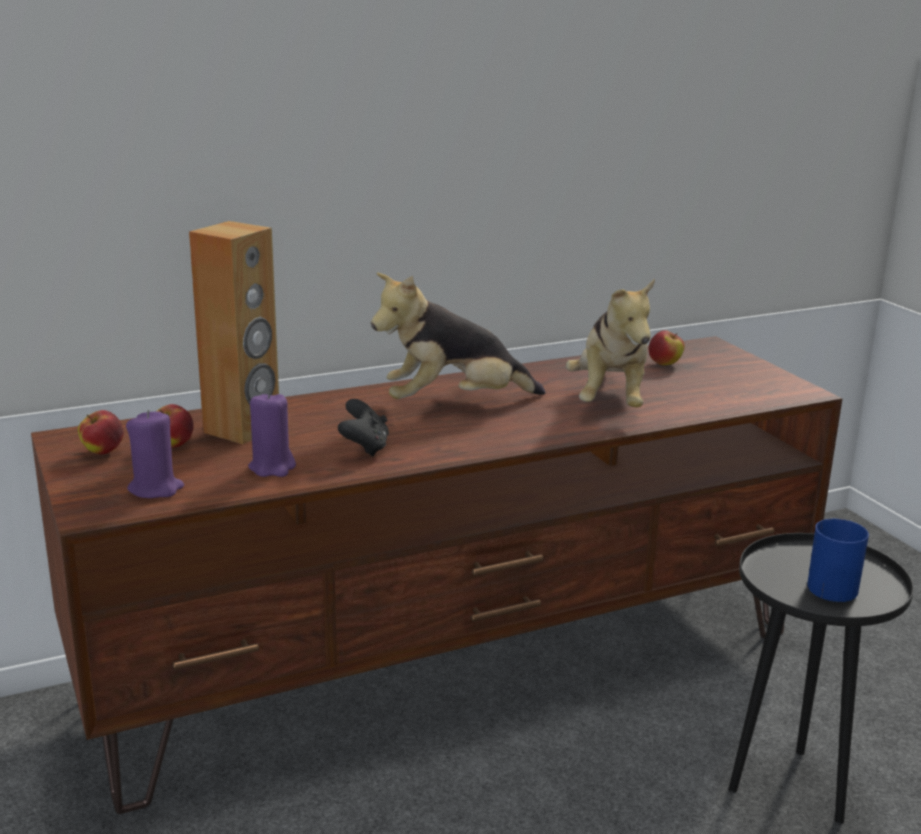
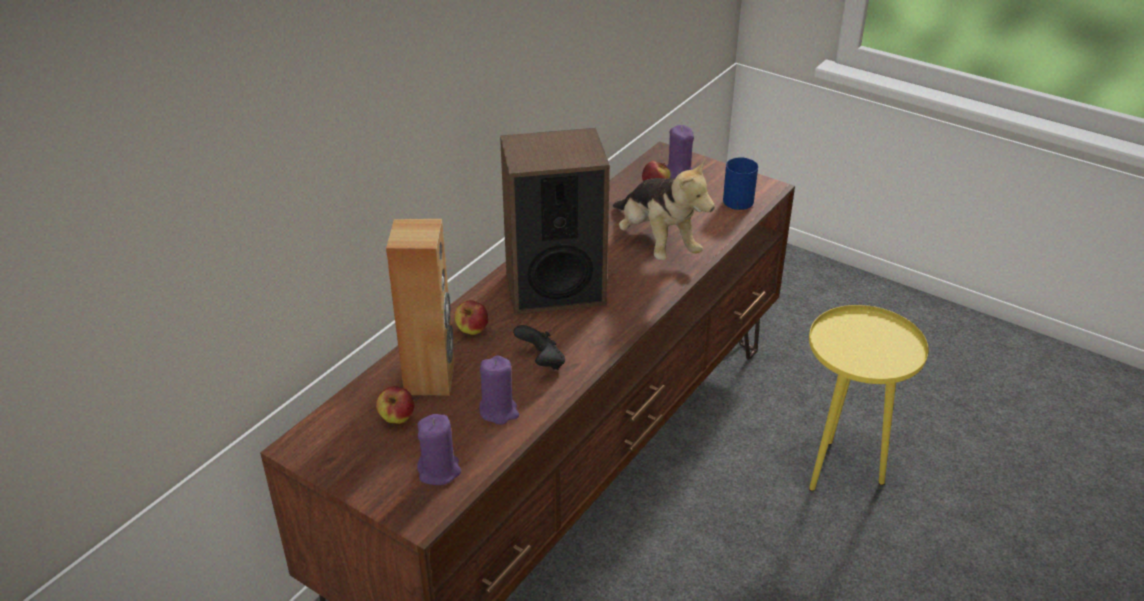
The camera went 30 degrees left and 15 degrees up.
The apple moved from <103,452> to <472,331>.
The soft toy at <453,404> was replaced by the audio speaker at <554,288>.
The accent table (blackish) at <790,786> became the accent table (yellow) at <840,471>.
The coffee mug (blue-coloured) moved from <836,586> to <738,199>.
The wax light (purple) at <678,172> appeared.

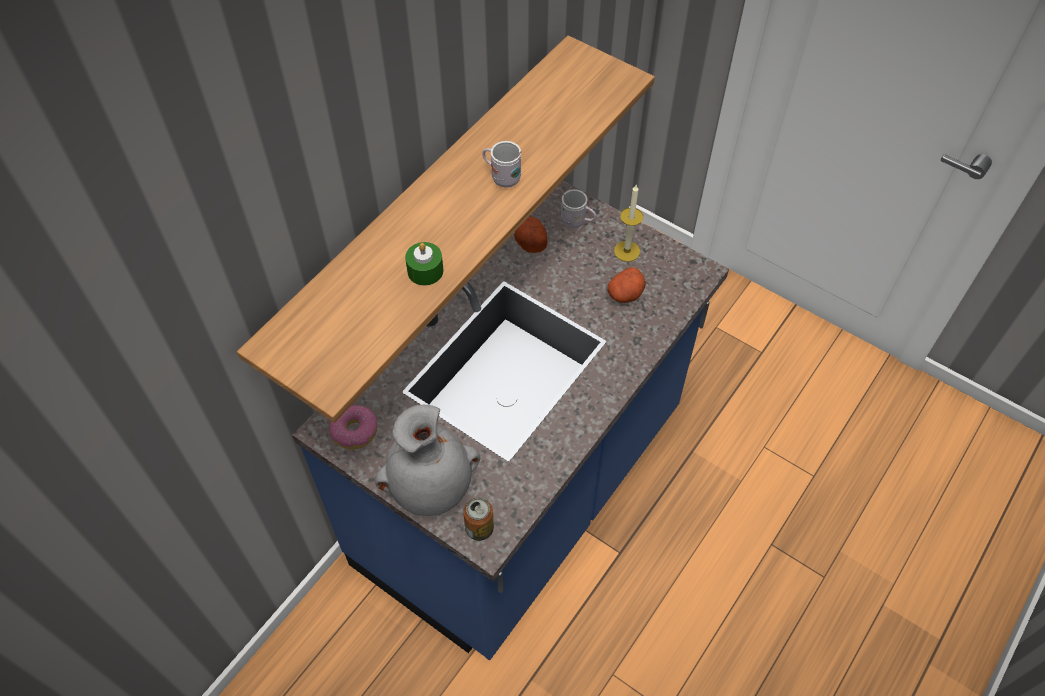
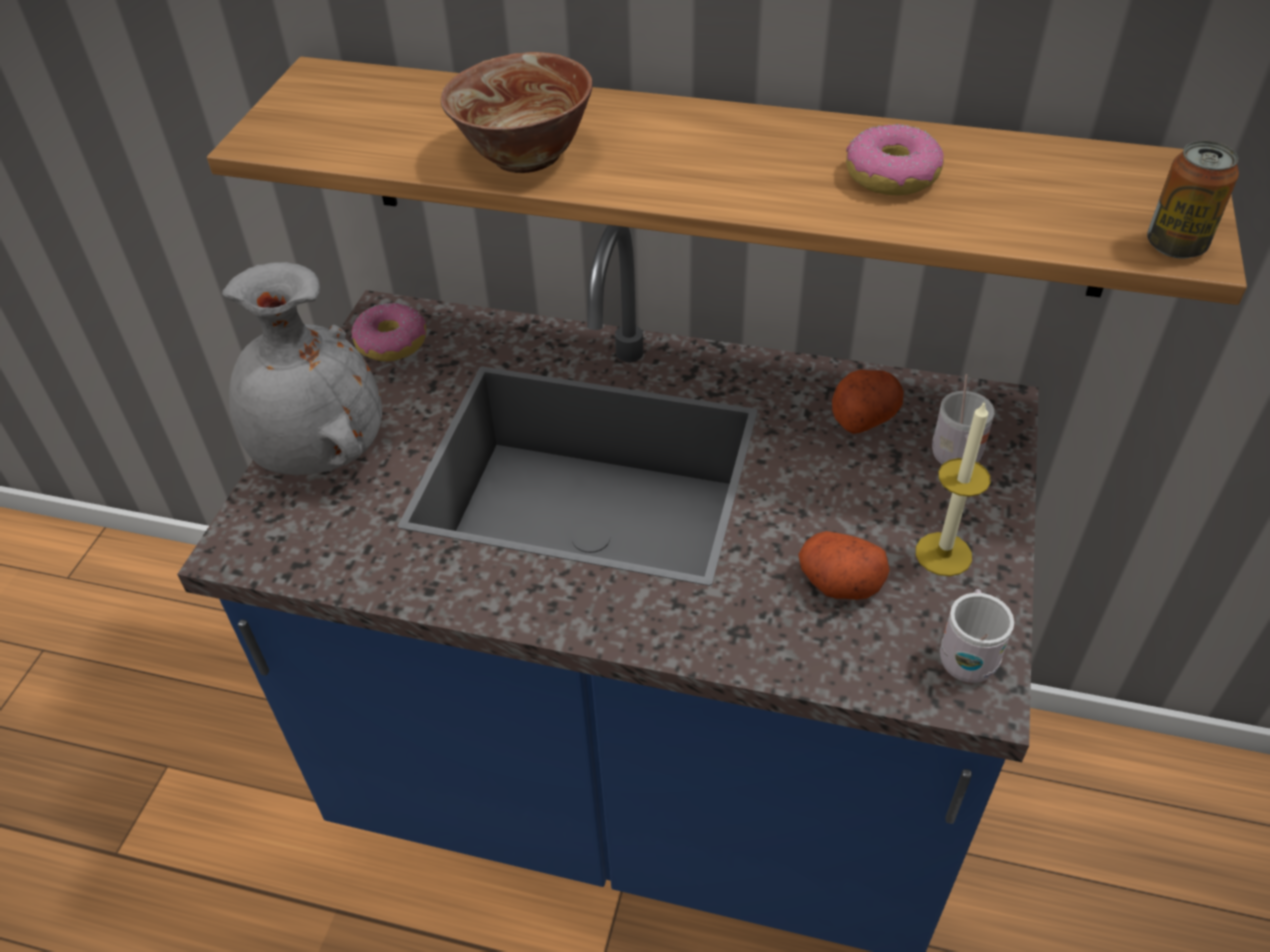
The camera went 70 degrees right and 10 degrees down.
The wax light (greenish) at <425,271> was replaced by the serving bowl at <524,156>.
The sealed can moved from <479,528> to <1175,245>.
The coffee mug (whitish) moved from <502,177> to <967,655>.
The ring doughnut at <892,176> appeared.

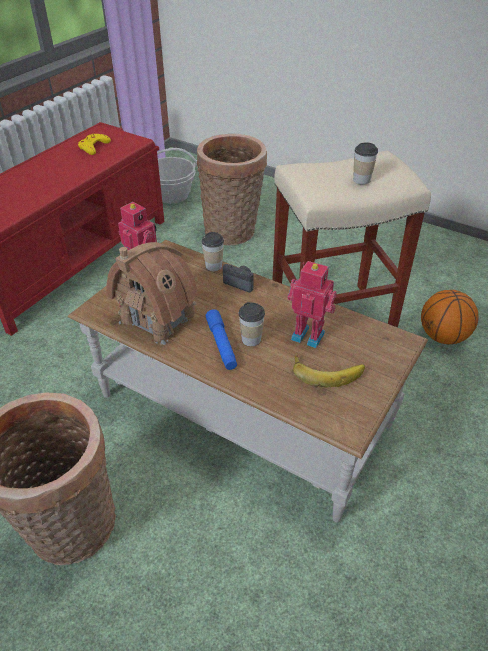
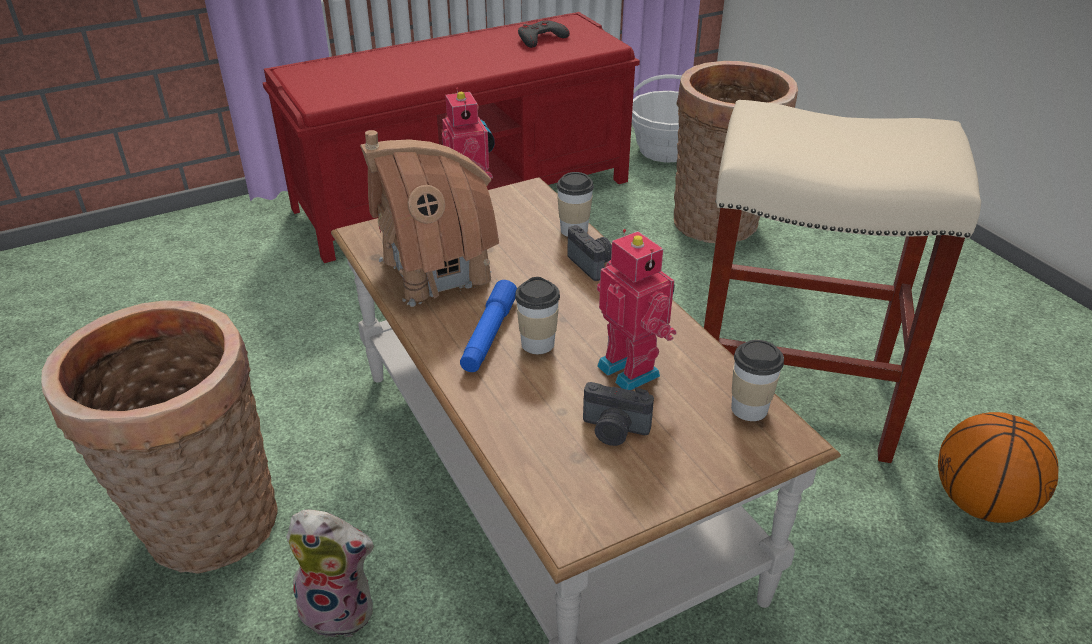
The camera went 30 degrees right and 5 degrees down.
The gamepad (yellow) at <93,147> became the gamepad (greyish) at <541,39>.
The banana fruit at <327,370> was replaced by the still camera at <614,430>.
The drinking cup moved from <361,180> to <749,409>.
The soft toy at <341,608> appeared.

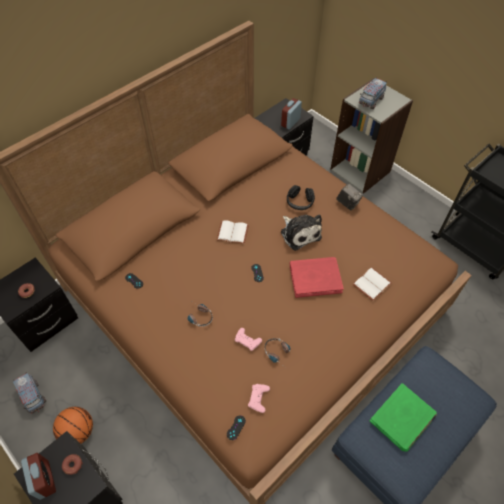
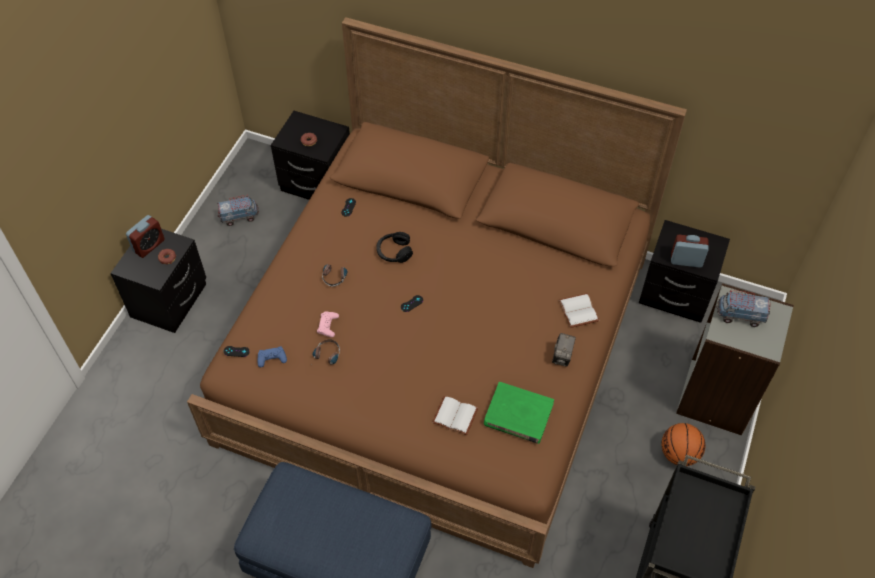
The camera went 65 degrees right and 0 degrees up.
The toy truck at <33,396> turned 135 degrees counterclockwise.
The basketball moved from <78,431> to <679,454>.
The bound book (whitish) moved from <233,232> to <579,311>.
The gamepad (pink) at <258,398> became the gamepad (blue-coloured) at <272,358>.
The soft toy at <299,233> disappeared.
The headset (blackish) moved from <299,202> to <394,252>.
The bound book (red-coloured) at <315,278> disappeared.
The bound book (greenish) moved from <402,418> to <518,415>.

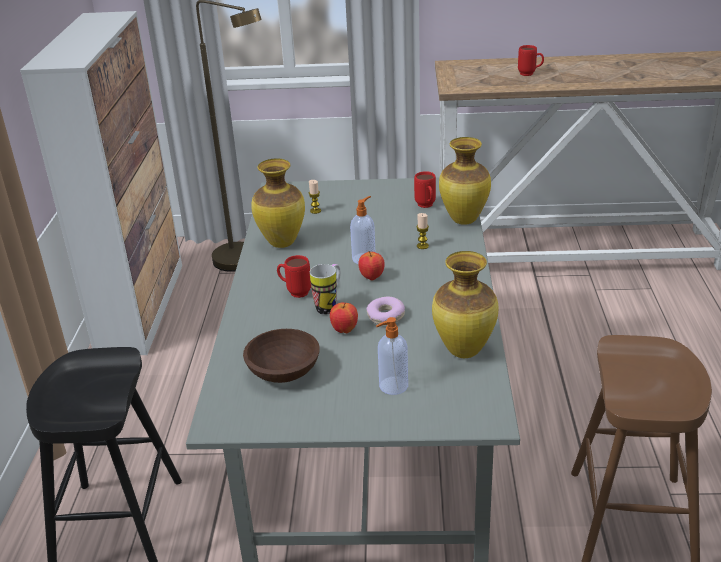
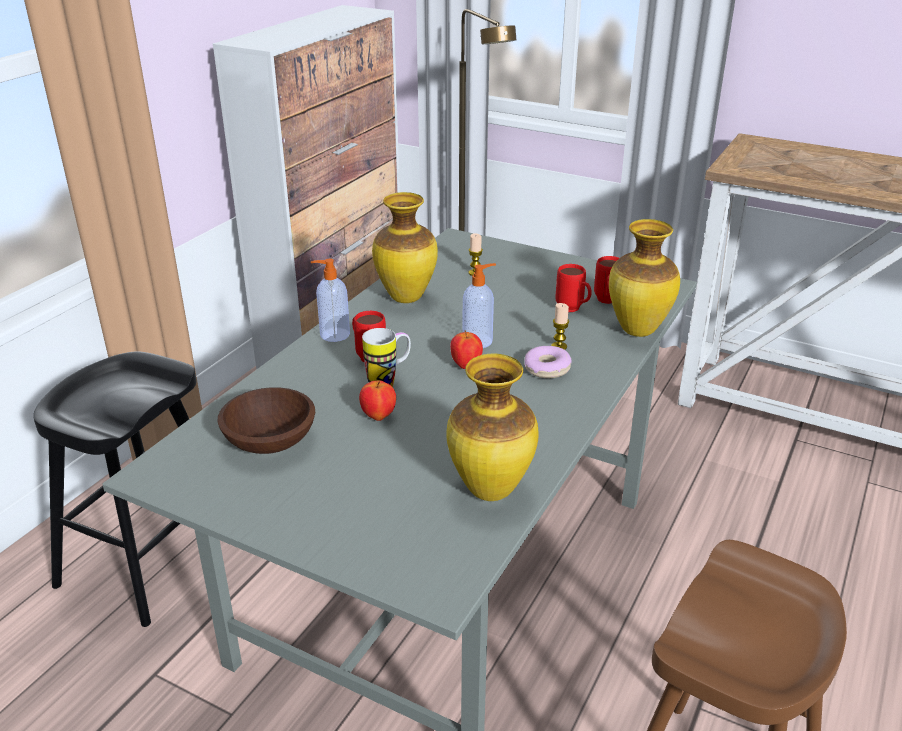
The camera went 25 degrees right and 0 degrees up.
The ring doughnut moved from <385,316> to <547,369>.
The liquid soap bottle moved from <392,386> to <333,335>.
The coffee mug (red-coloured) moved from <530,74> to <573,310>.

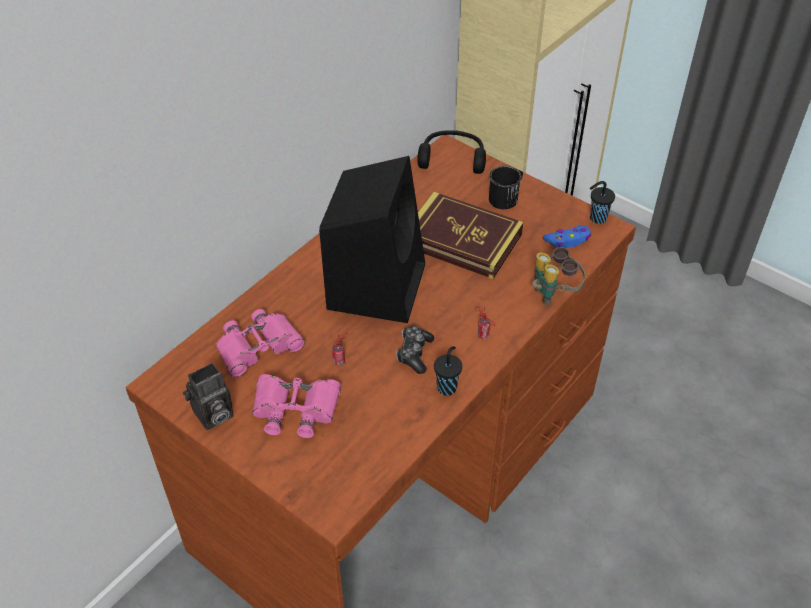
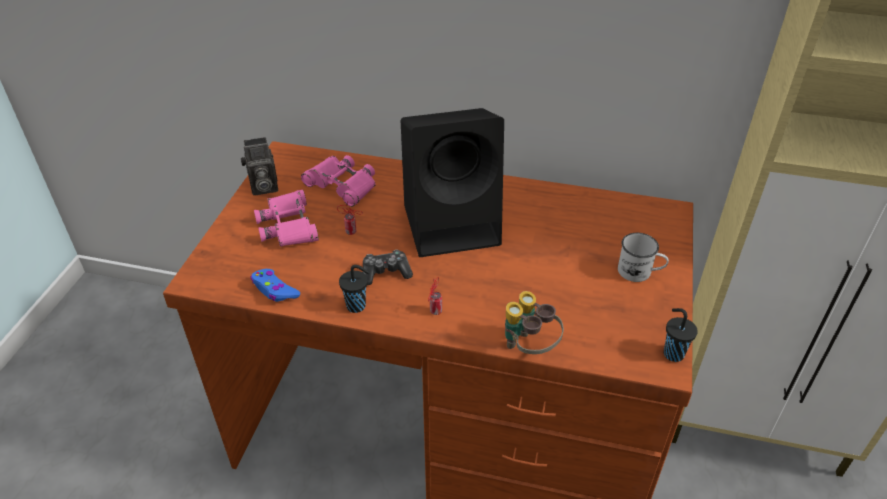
The camera went 65 degrees right and 5 degrees down.
The still camera at <212,416> turned 45 degrees counterclockwise.
The headset (blackish) at <452,158> disappeared.
The bound book at <462,240> disappeared.
The coffee mug (blackish) at <506,197> became the coffee mug (whitish) at <639,272>.
The gamepad (blue-coloured) moved from <568,240> to <274,290>.

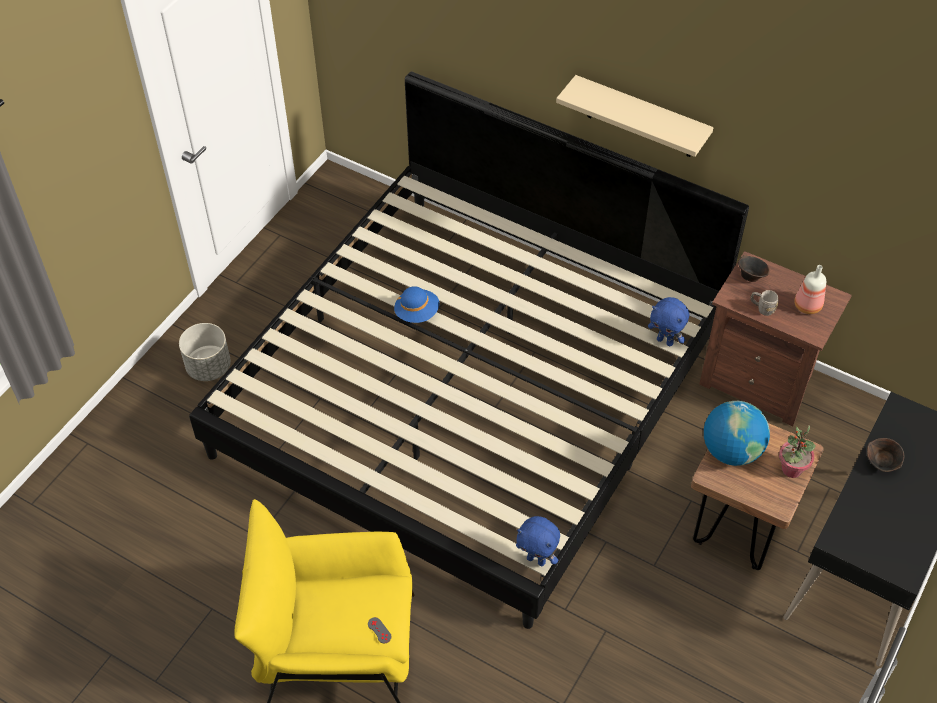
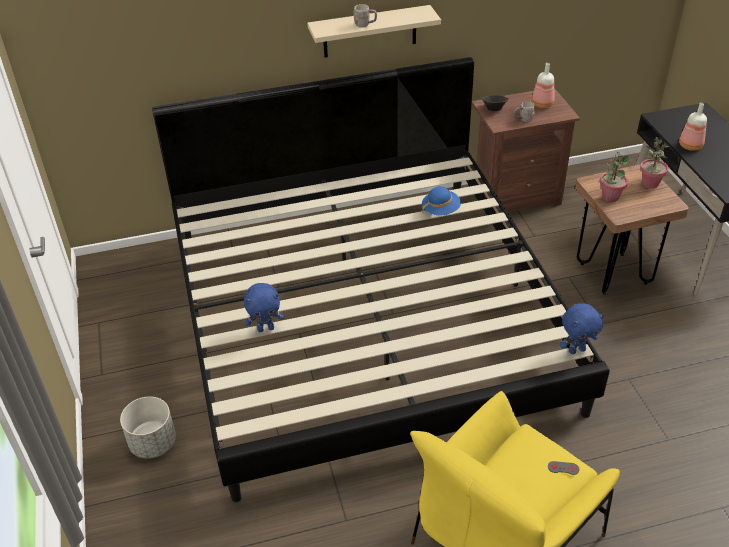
The camera went 45 degrees left and 10 degrees down.
The wearable hat (blue-coloured) moved from <417,313> to <441,210>.
The soft toy (blue-coloured) moved from <665,341> to <266,328>.
The desk globe at <731,450> was replaced by the potted plant at <610,197>.
The serving bowl (brown) at <882,463> was replaced by the drink bottle at <690,145>.
The coffee mug (greyish) at <365,25> appeared.

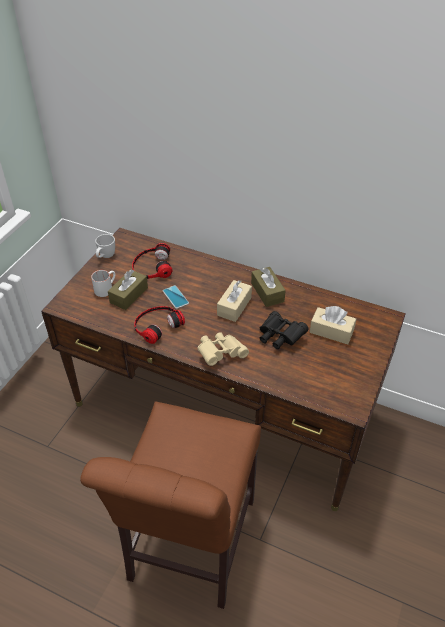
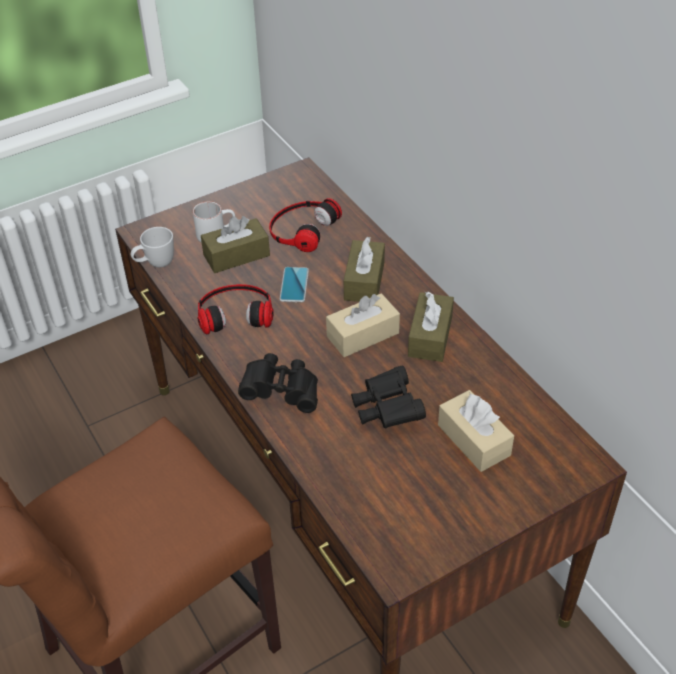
The camera went 35 degrees right and 0 degrees up.
The coffee mug (whitish) moved from <105,257> to <155,264>.
The binoculars (beige-coloured) at <220,354> became the binoculars (blackish) at <282,392>.
The tissue box (brown) at <364,281> appeared.

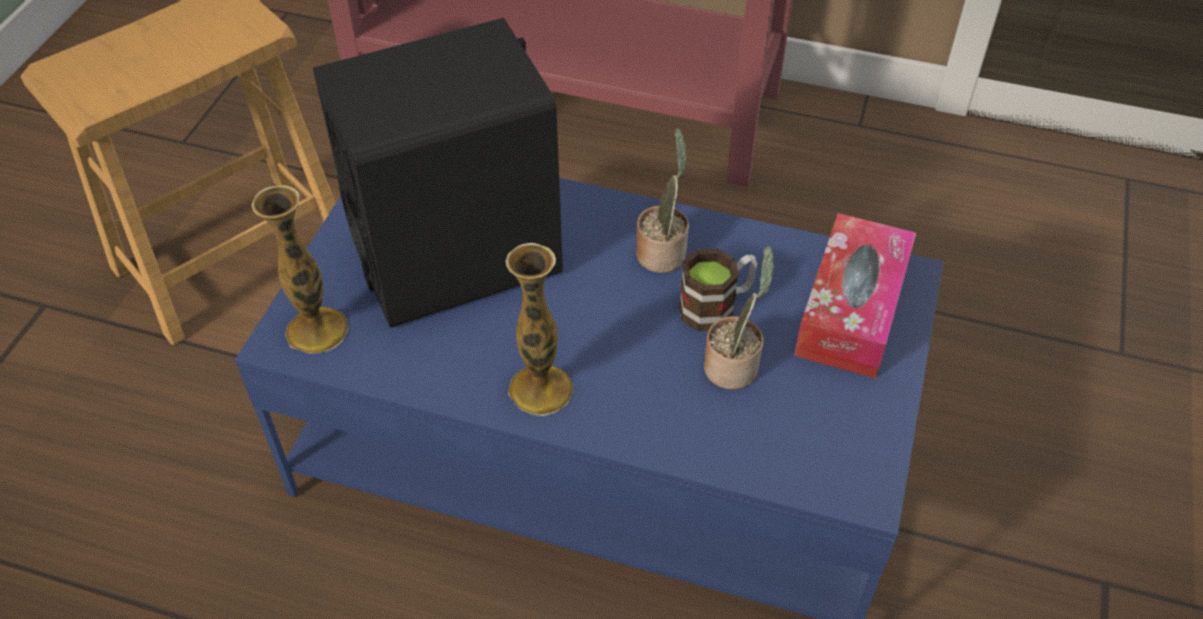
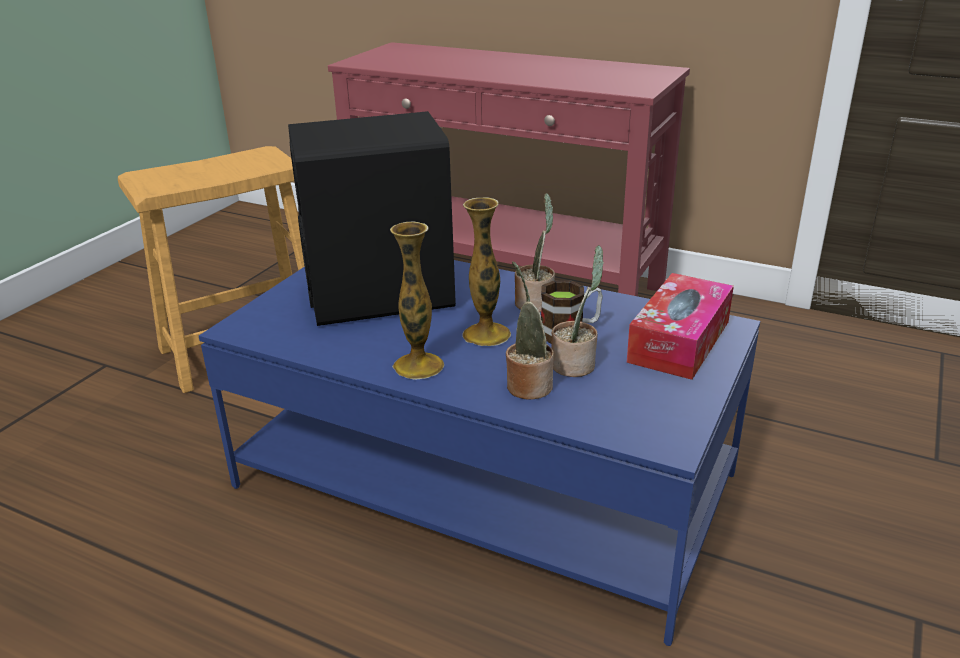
The camera went 10 degrees right and 20 degrees down.
The decorative vase moved from <317,330> to <486,334>.
The potted plant at <527,385> appeared.

